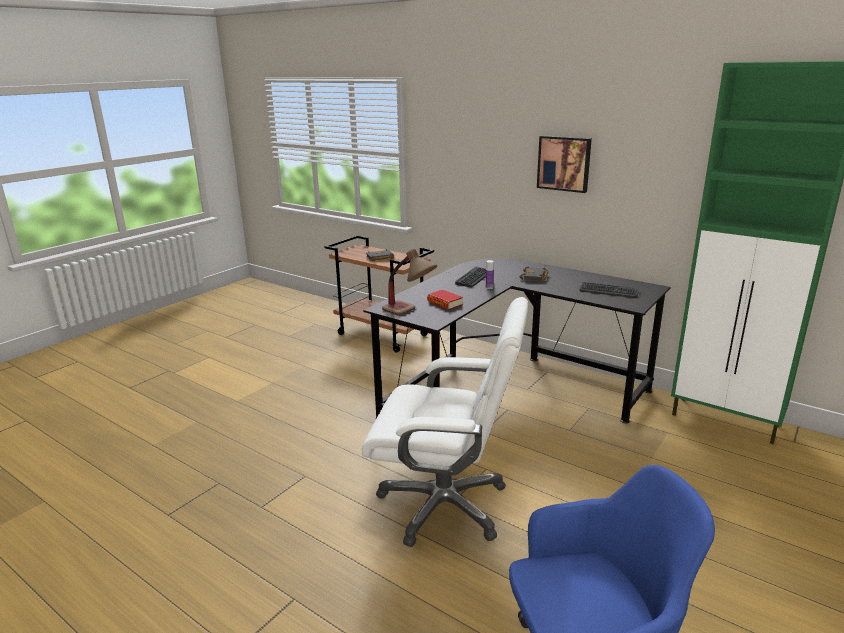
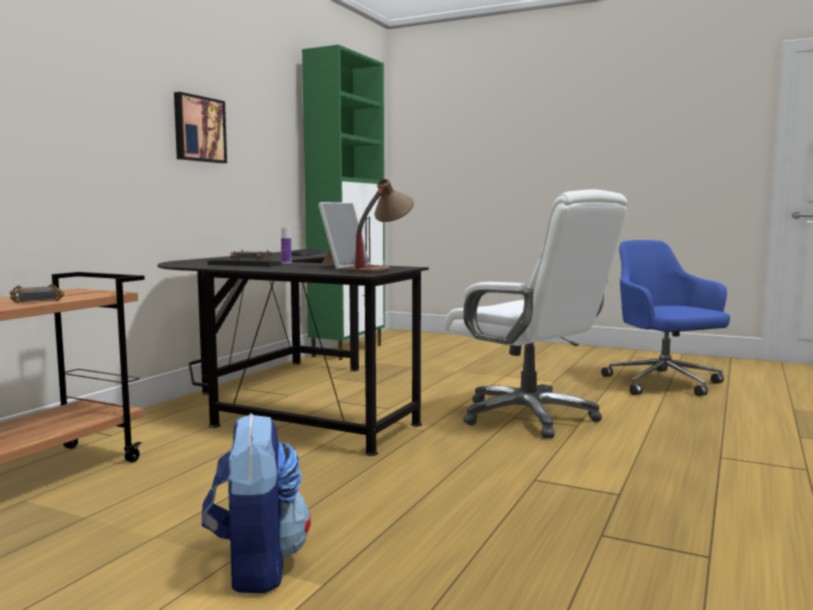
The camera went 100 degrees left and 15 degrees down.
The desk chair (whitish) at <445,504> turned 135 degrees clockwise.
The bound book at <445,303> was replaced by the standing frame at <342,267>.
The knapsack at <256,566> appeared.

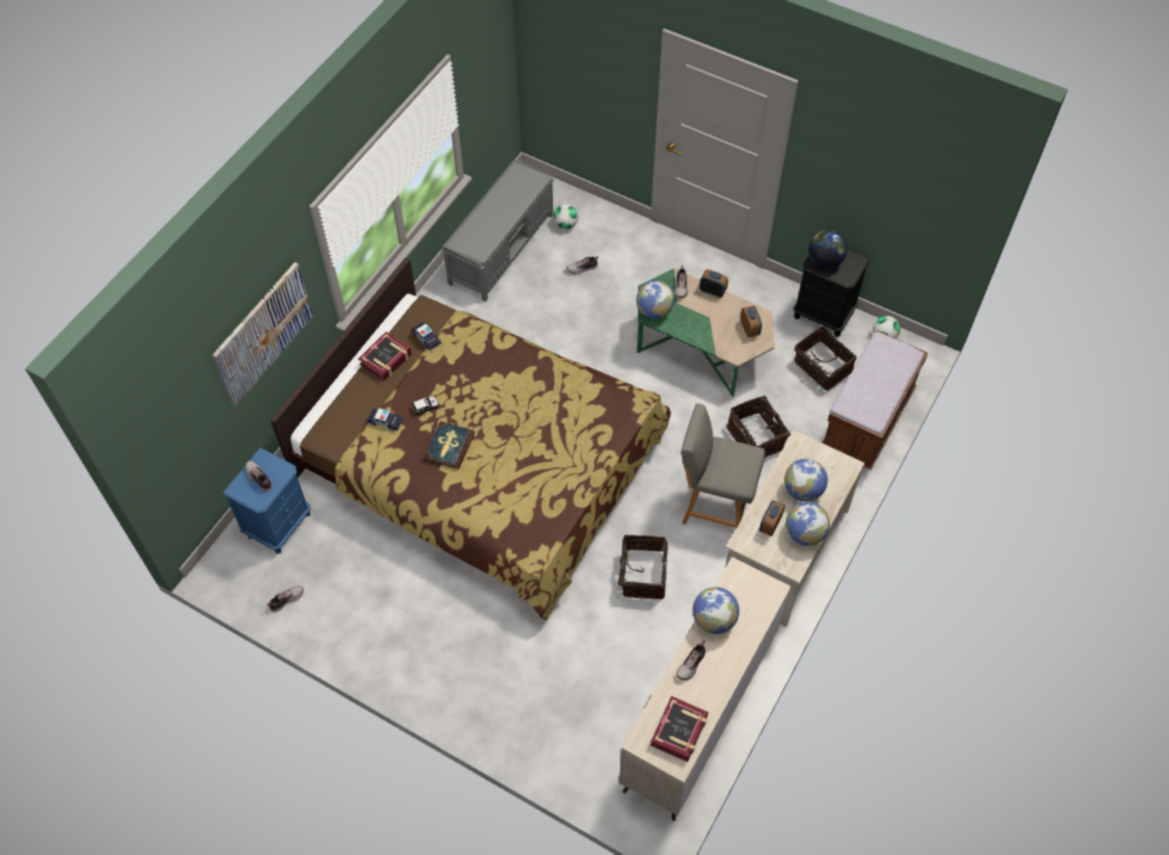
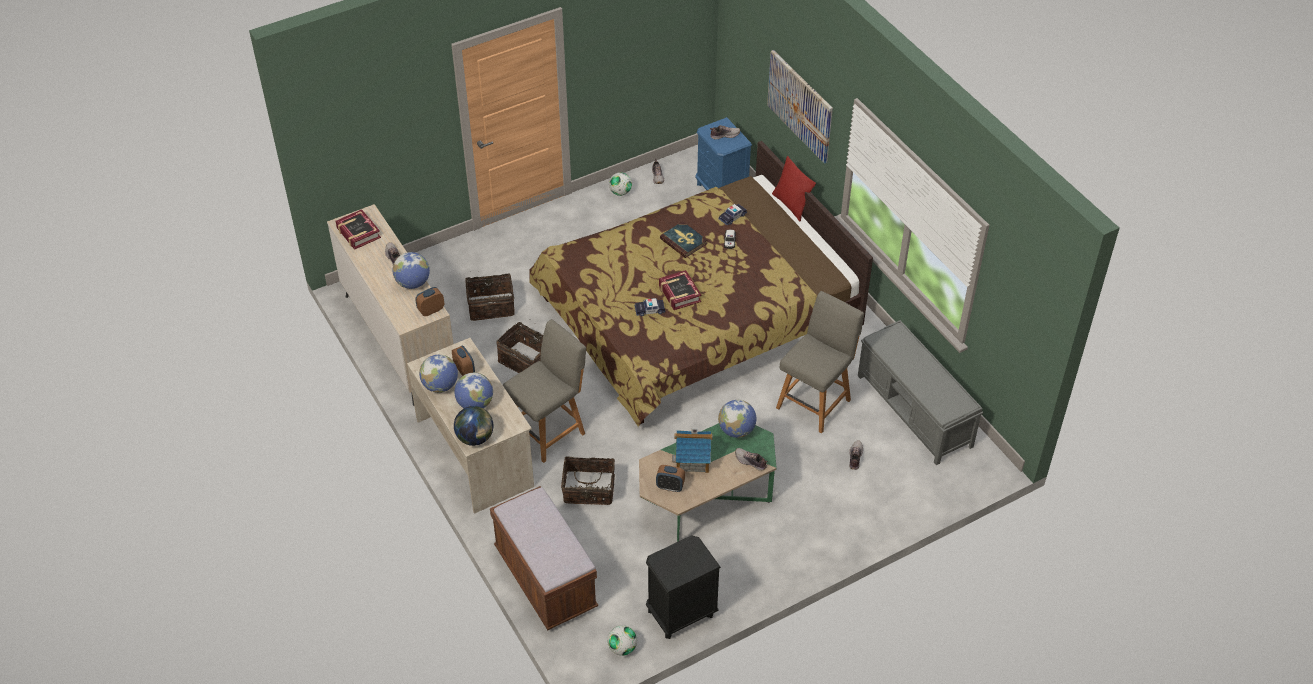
The camera went 120 degrees right and 10 degrees down.
The bound book moved from <386,359> to <679,293>.
The miniature car moved from <426,338> to <649,310>.
The ball for football moved from <566,224> to <620,192>.
The table clock moved from <712,292> to <431,310>.
The household basket moved from <821,368> to <491,306>.
The desk globe moved from <824,261> to <475,438>.
The model house at <693,459> appeared.
The pillow (red-coloured) at <791,205> appeared.
The upright chair (greyish) at <815,402> appeared.

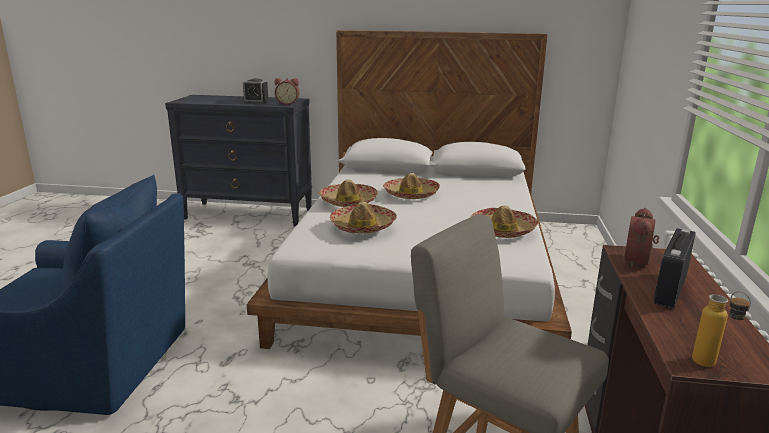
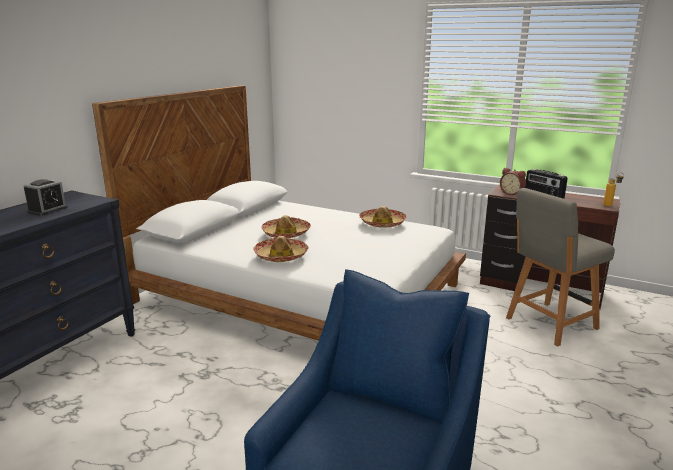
The camera went 70 degrees left and 0 degrees up.
The table clock at <288,103> disappeared.
The wearable hat at <363,226> disappeared.

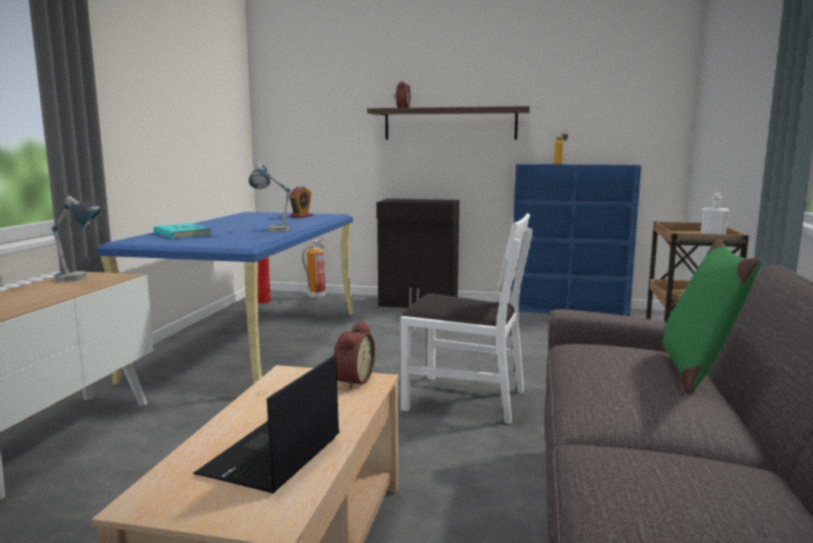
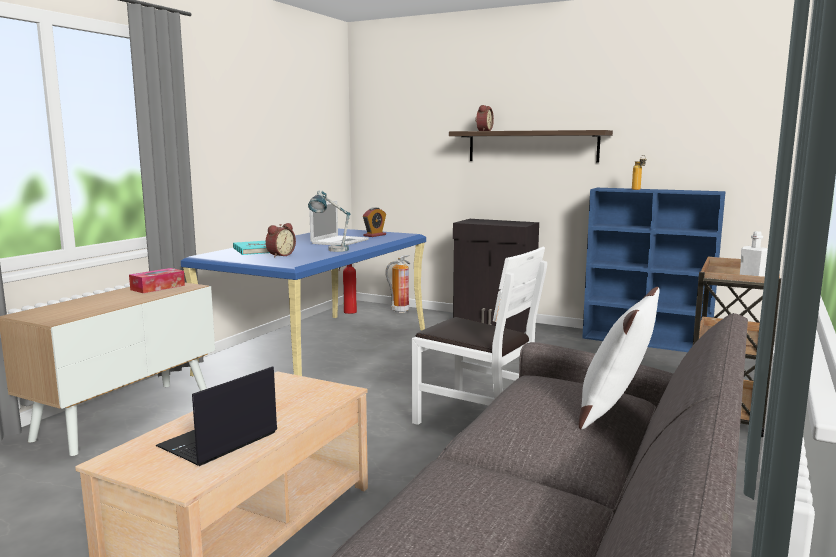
The camera went 15 degrees right and 0 degrees up.
The lamp for a table at <80,279> was replaced by the tissue box at <158,287>.
The table clock moved from <352,381> to <280,255>.
The pillow (greenish) at <696,370> became the pillow (whitish) at <615,410>.
The laptop at <340,241> appeared.

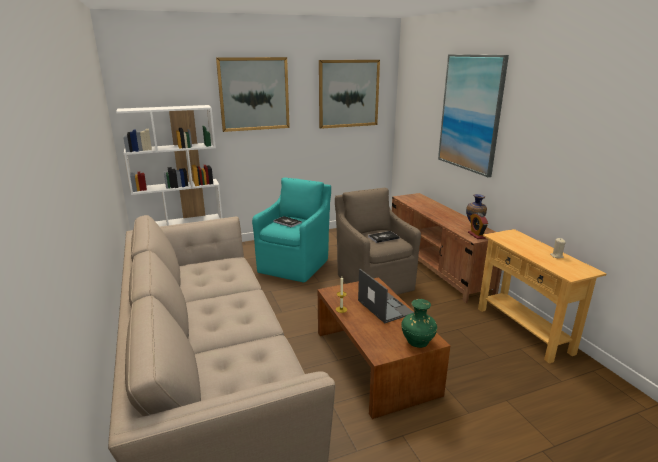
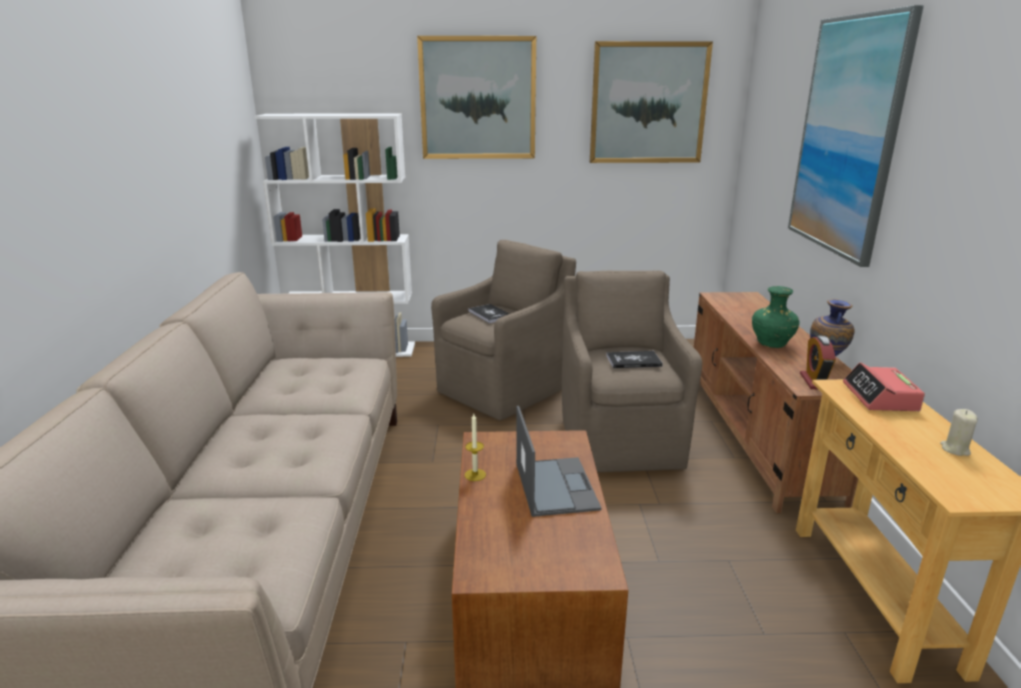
The camera went 20 degrees right and 0 degrees up.
The easy chair (blue-green) at <295,265> became the easy chair (brown) at <504,389>.
The decorative vase (greenish) moved from <417,342> to <771,344>.
The table clock at <880,397> appeared.

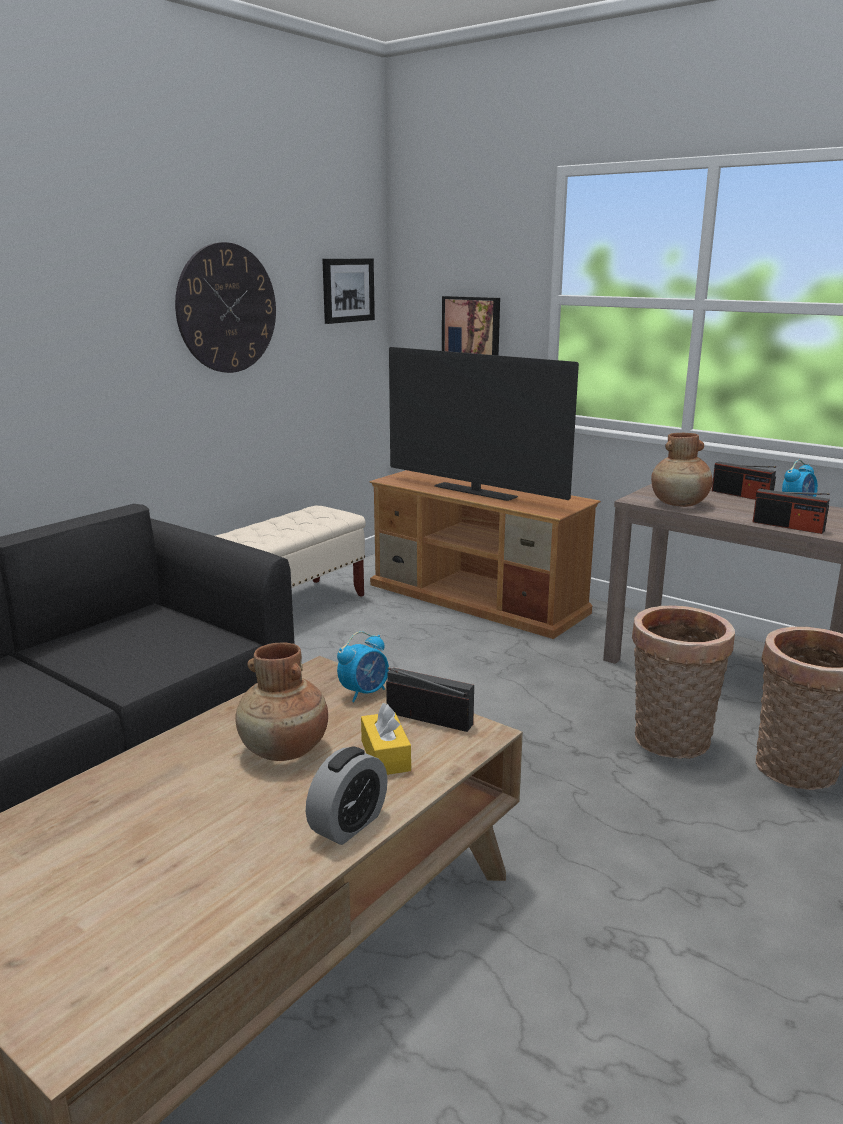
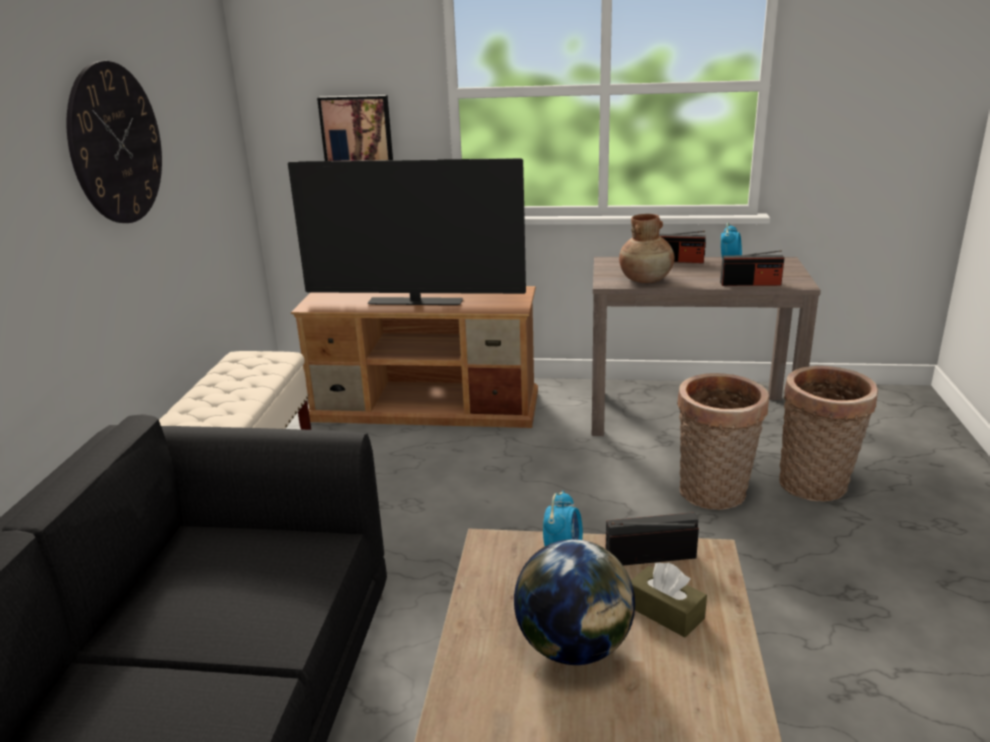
The camera went 30 degrees left and 5 degrees up.
The decorative vase (brown) at <284,750> was replaced by the desk globe at <574,647>.
The table clock at <348,824> disappeared.
The picture at <347,290> disappeared.
The tissue box (yellow) at <385,755> became the tissue box (brown) at <665,612>.

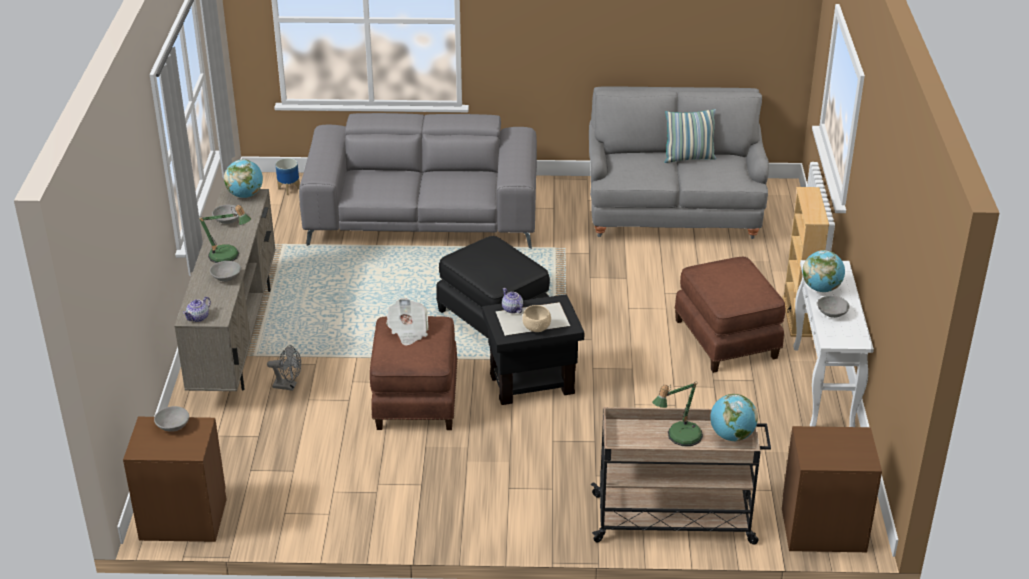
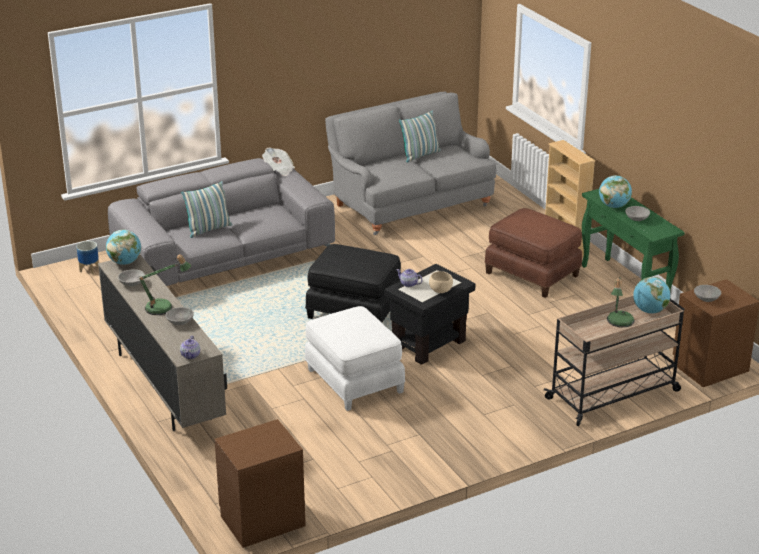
The camera went 30 degrees left and 5 degrees down.
The serving bowl (greyish) moved from <173,426> to <706,299>.
The electric fan (greyish) at <288,386> disappeared.
The footrest (brown) at <415,399> became the footrest (whitish) at <353,381>.
The printed paper moved from <408,331> to <279,169>.
The hall table (whitish) at <823,388> became the hall table (greenish) at <625,285>.
The pillow at <208,229> appeared.

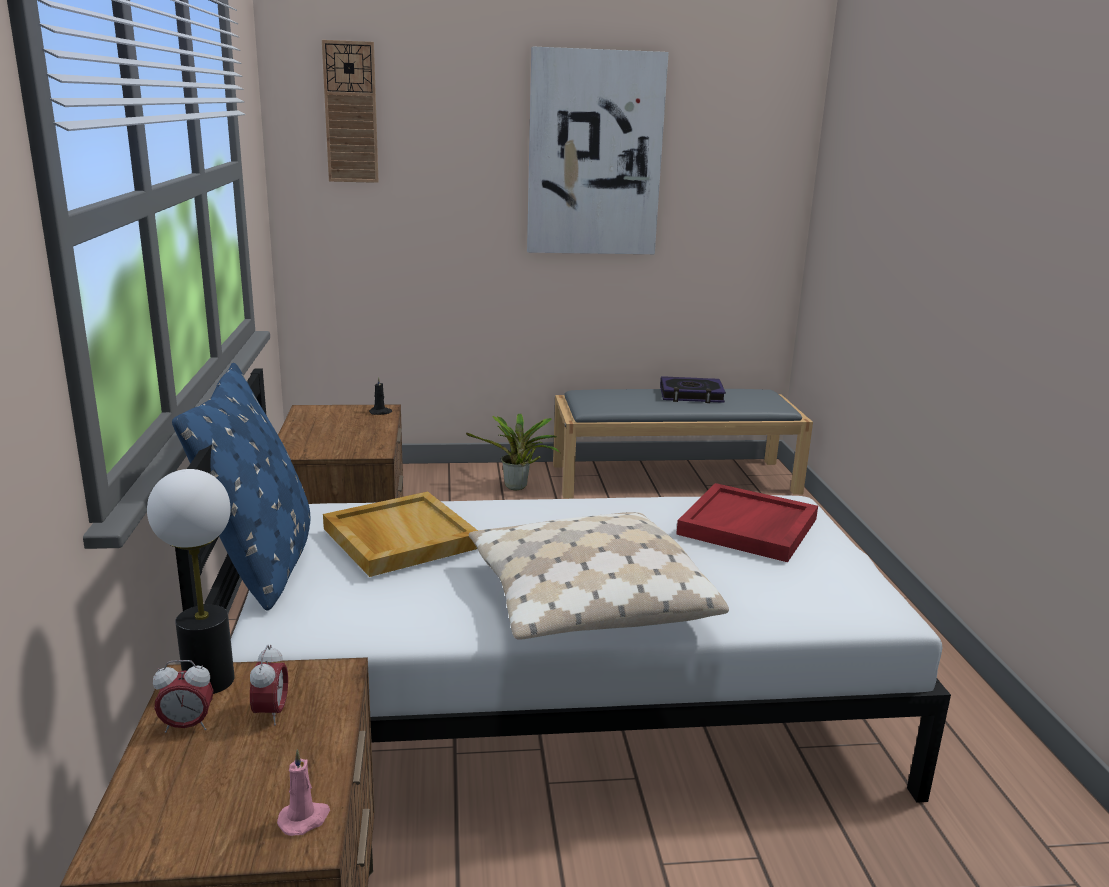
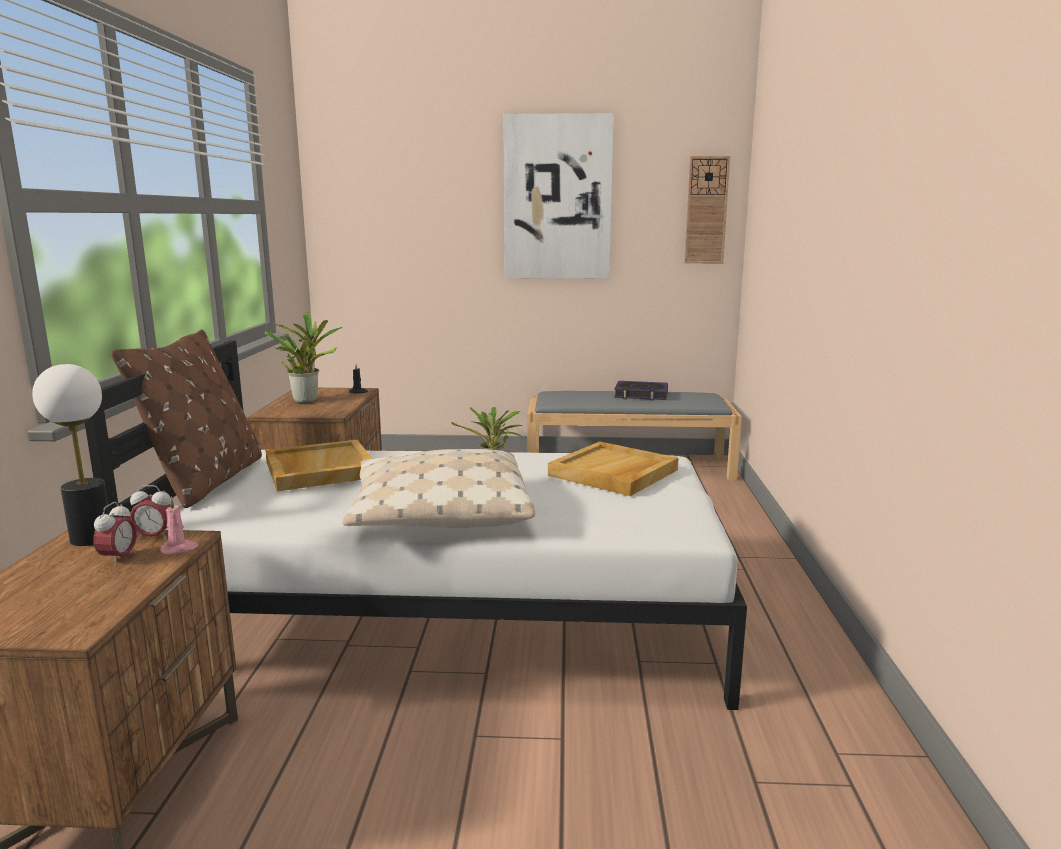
The camera went 10 degrees right and 5 degrees down.
The table clock moved from <187,726> to <155,537>.
The pillow (blue-coloured) at <263,562> became the pillow (brown) at <207,481>.
The wax light (pink) moved from <305,819> to <179,549>.
The wall clock moved from <351,113> to <706,210>.
The tray (red-coloured) at <748,527> became the tray (beige-coloured) at <613,473>.
The potted plant at <307,400> appeared.

